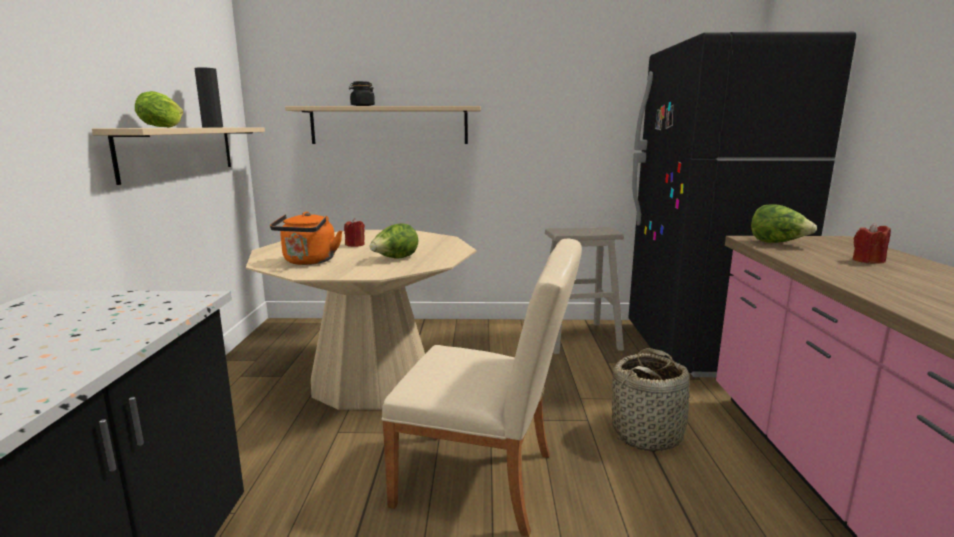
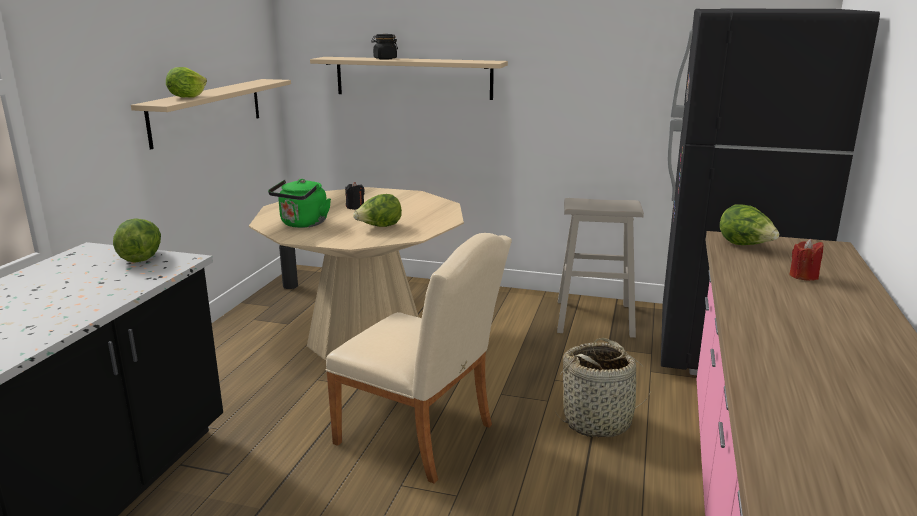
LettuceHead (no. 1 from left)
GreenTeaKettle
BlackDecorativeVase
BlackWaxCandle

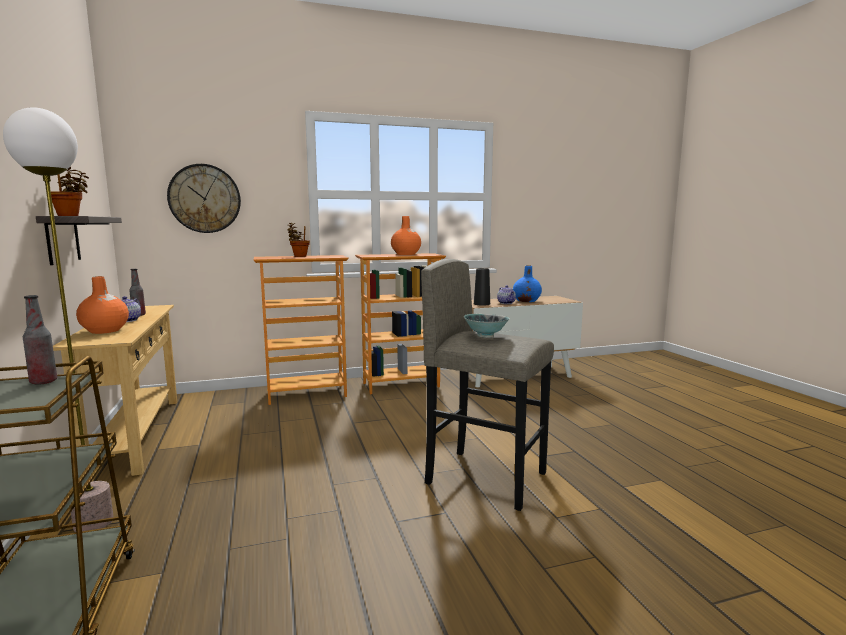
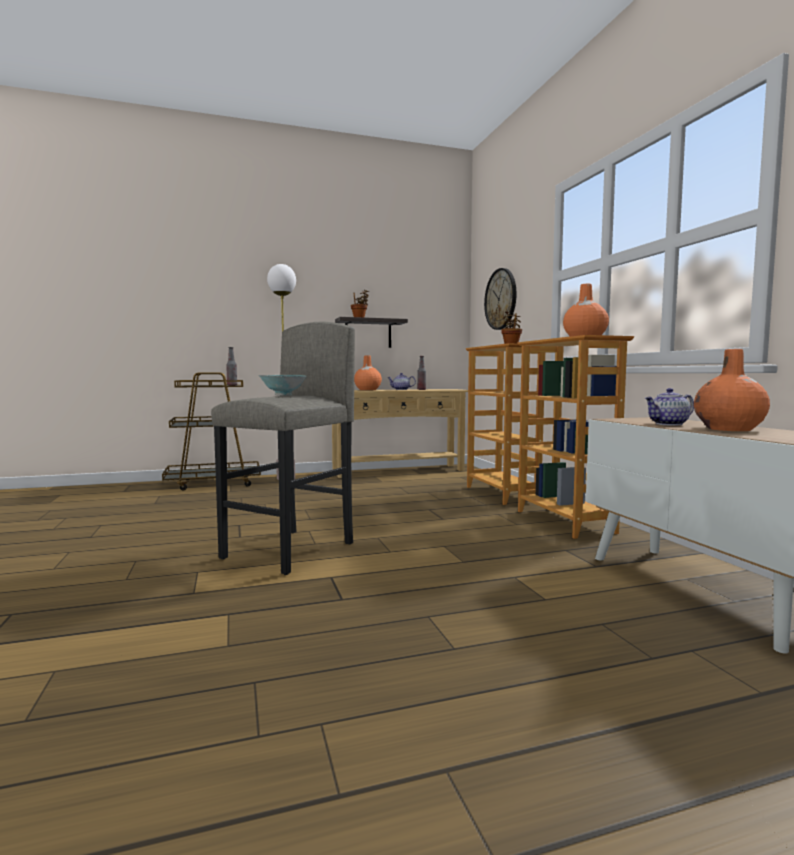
OrangeDecorativeVase (no. 3 from left)
BlackDecorativeVase

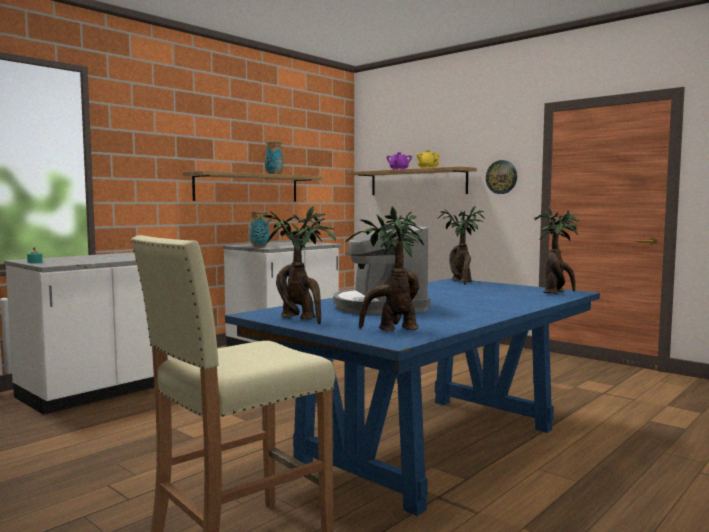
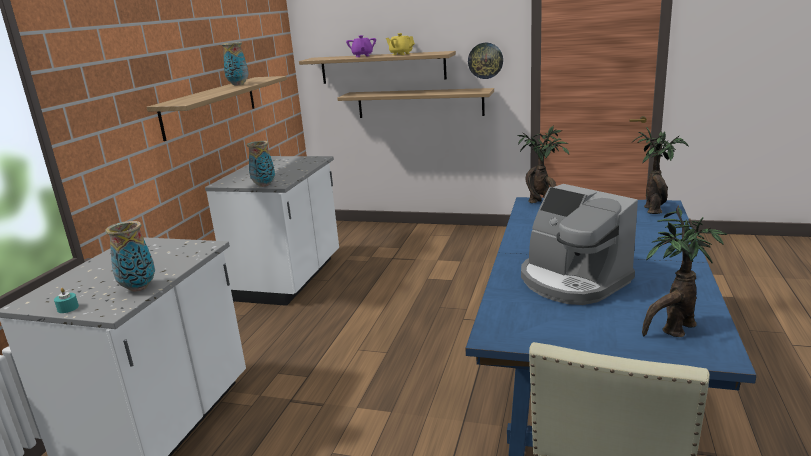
DecorativeVase (no. 1 from left)
Shelf (no. 3 from left)
PottedPlant (no. 1 from left in the first image)

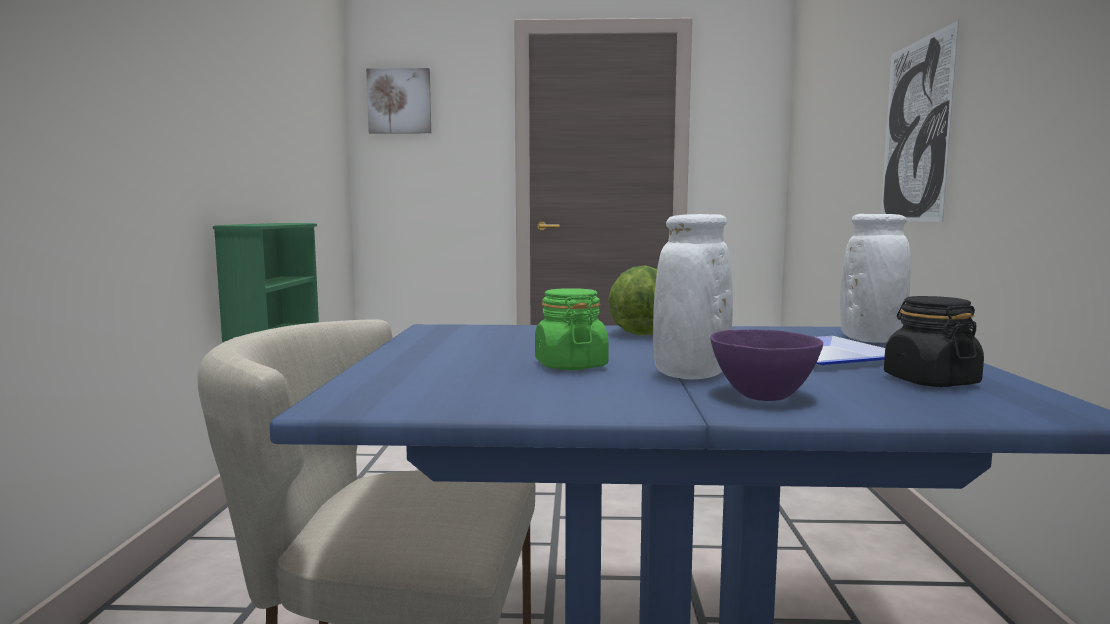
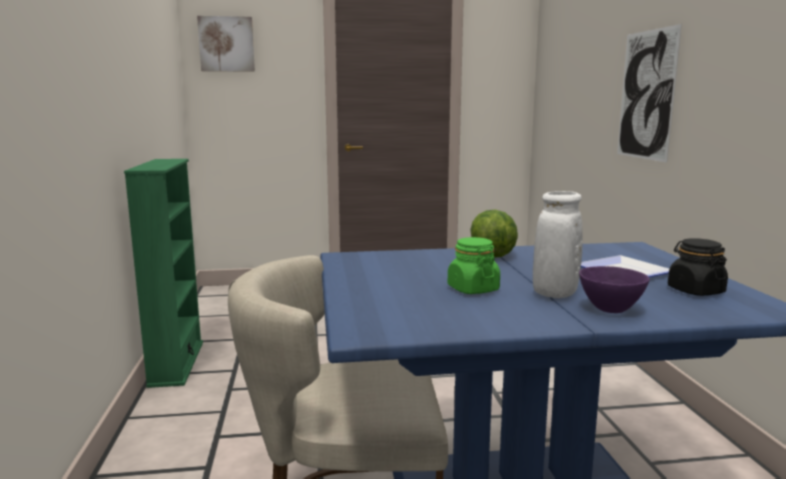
WhitishDecorativeVase (no. 2 from left in the first image)

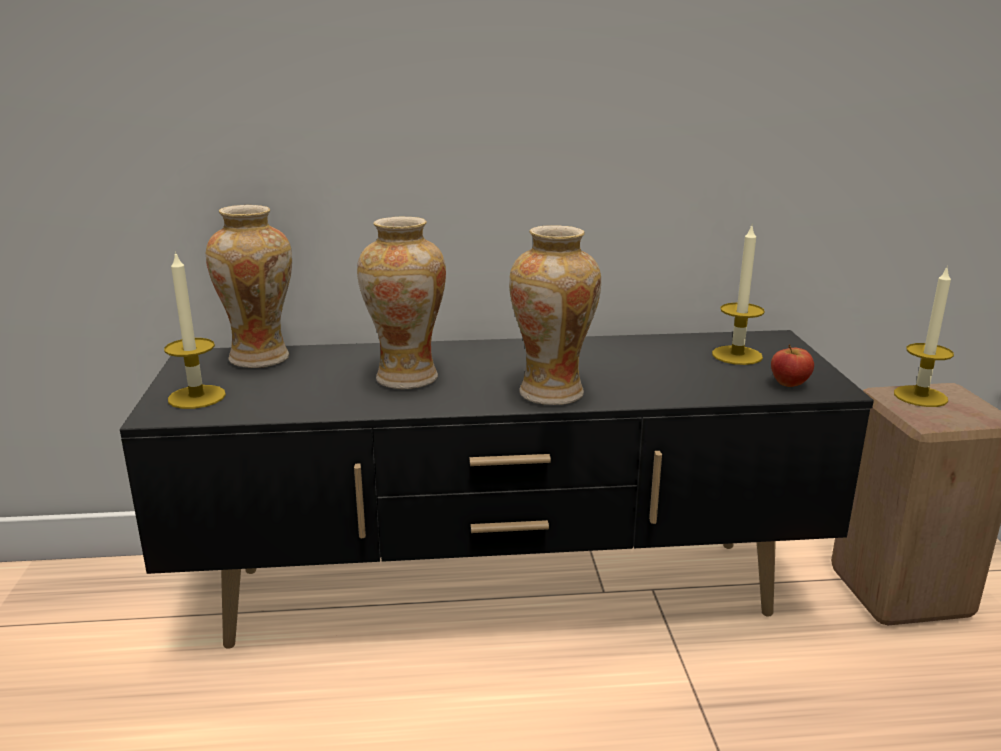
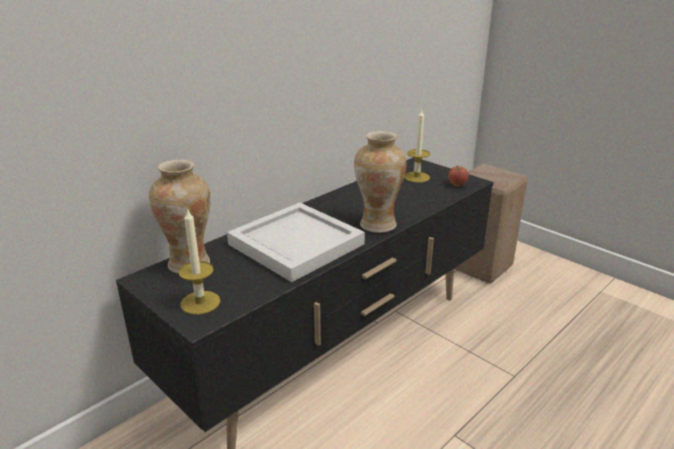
WhitishCarryingTray
WaxCandle (no. 3 from left in the first image)

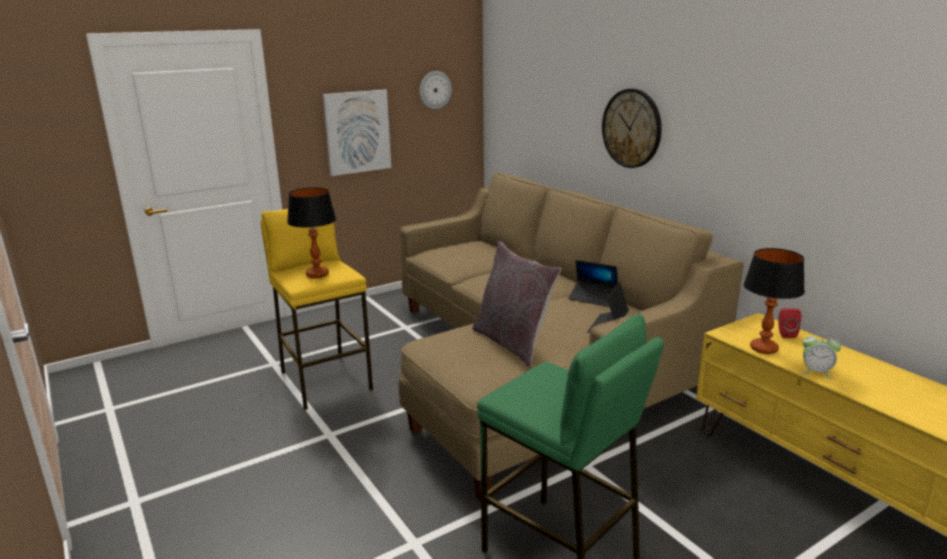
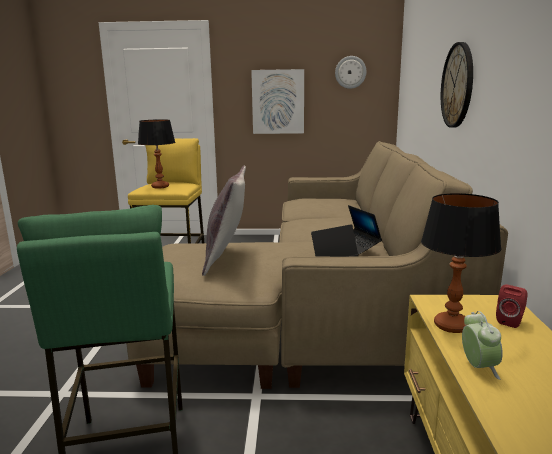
TableClock

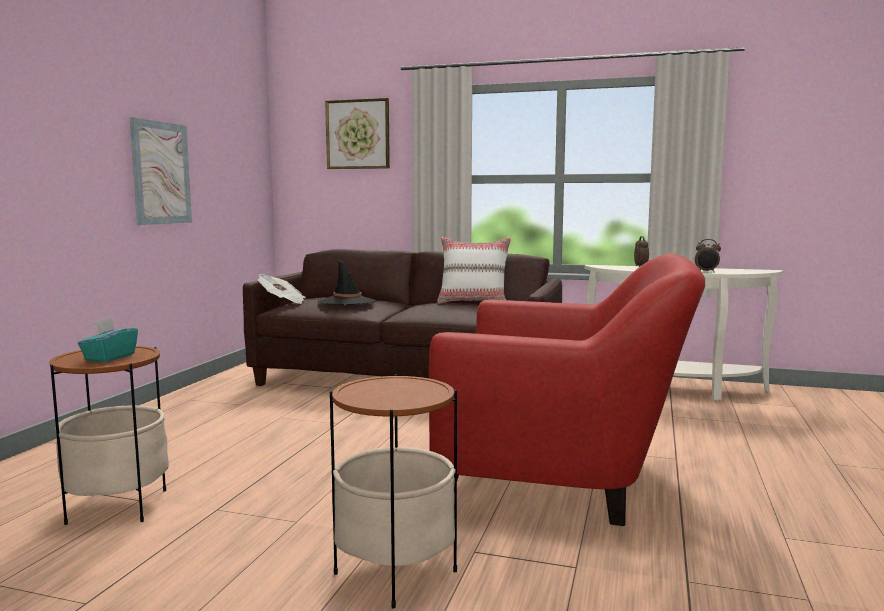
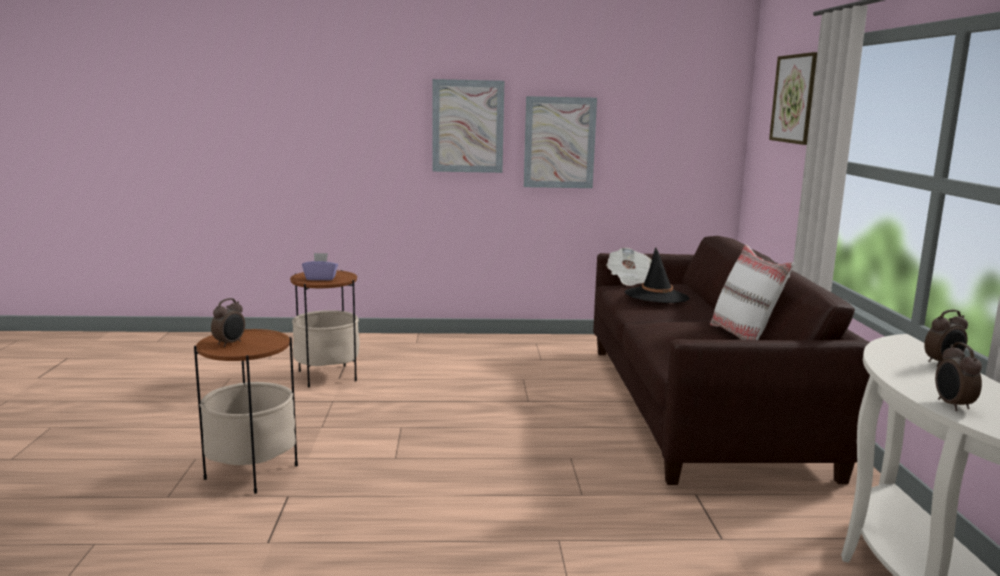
TableClock (no. 1 from left)
PurpleTissueHolder
WallArt (no. 1 from left)
RedLoungeChair

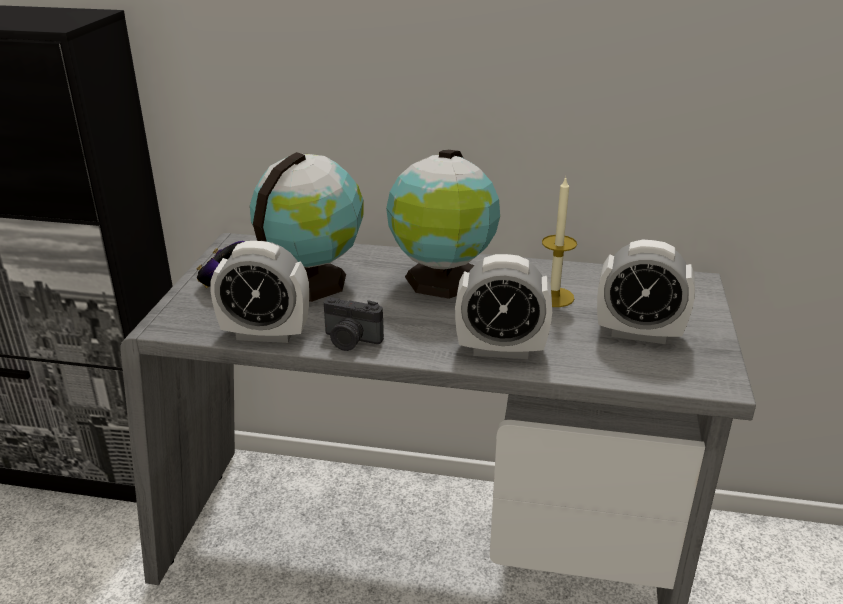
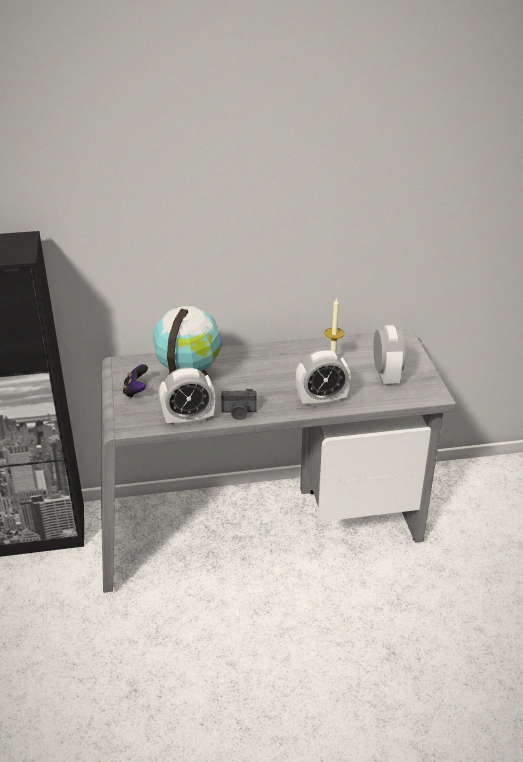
TableClock (no. 3 from left)
DeskGlobe (no. 2 from left in the first image)

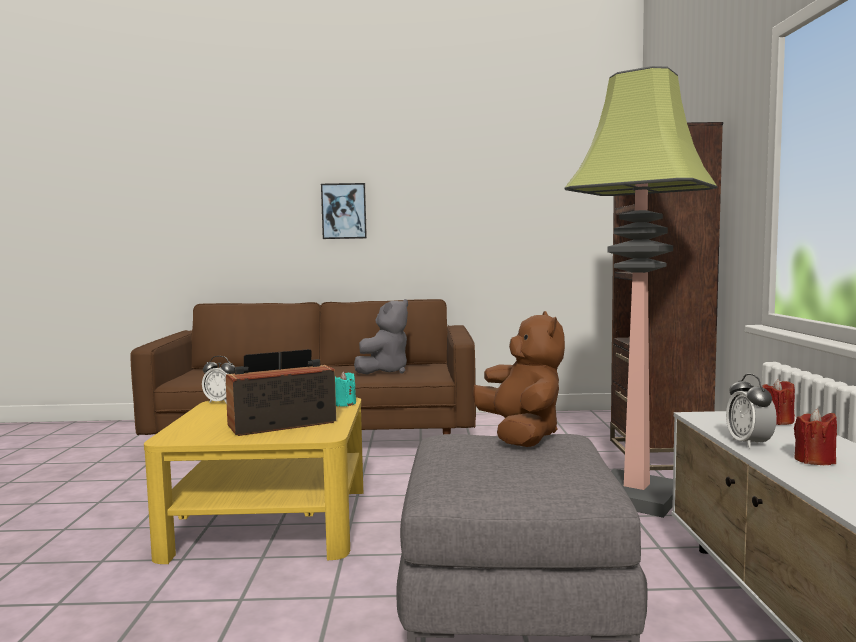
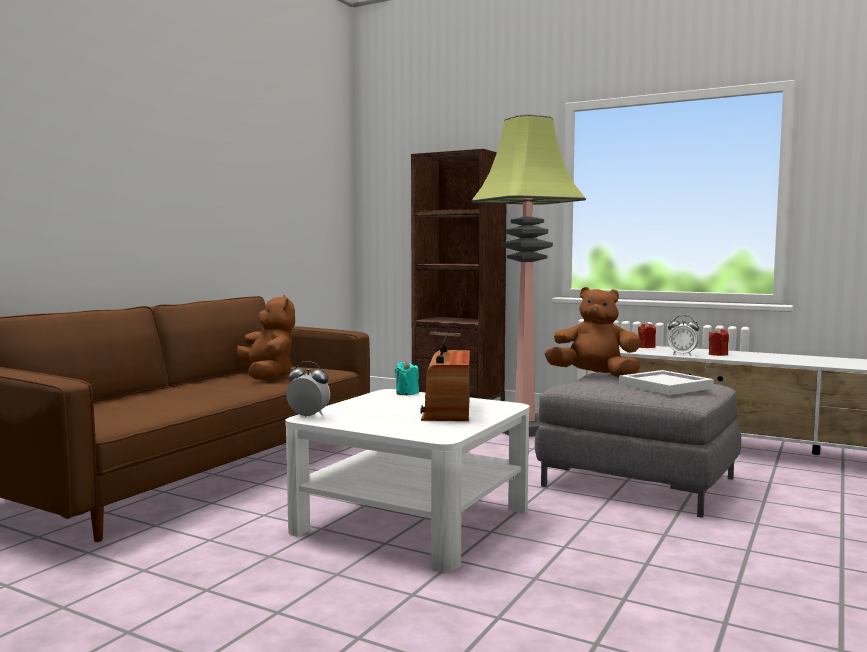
BrownPlushToy (no. 1 from left)
WhitishCoffeeTable
TableClock (no. 1 from left)
WhitishCarryingTray
WallArt

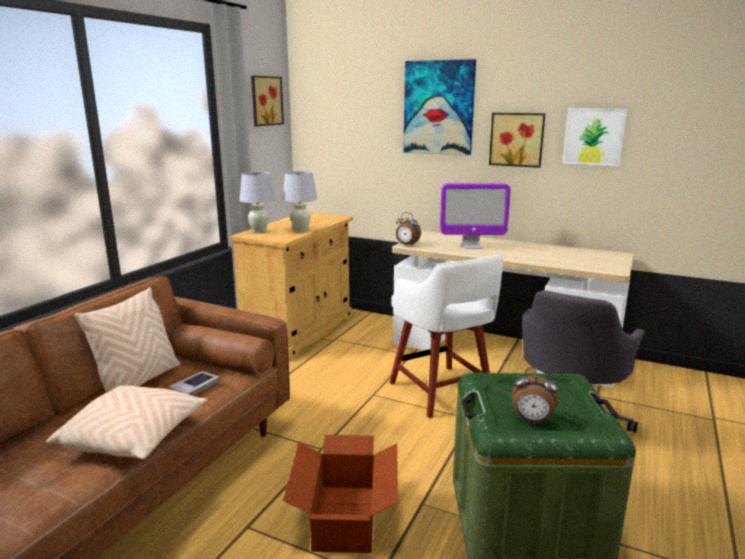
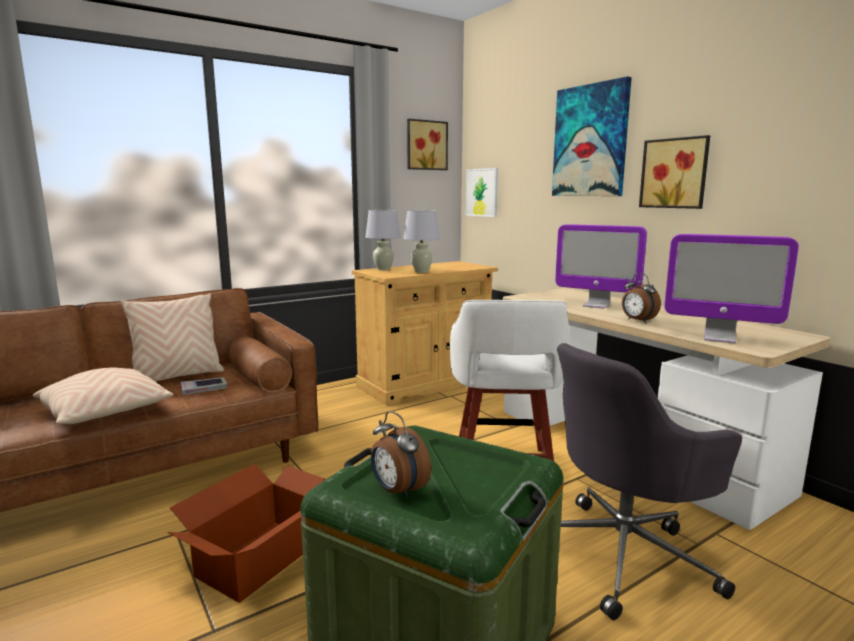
WallArt (no. 2 from left)
TableClock (no. 2 from left)
ComputerDisplay (no. 2 from left)

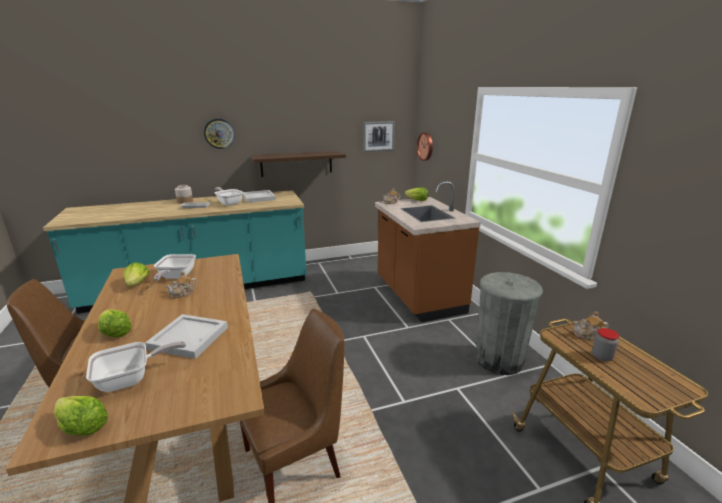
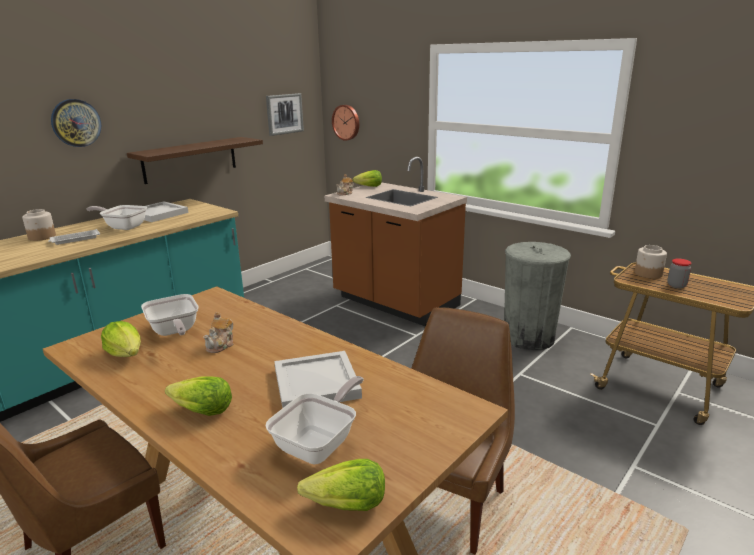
PreserveJar (no. 2 from left)

